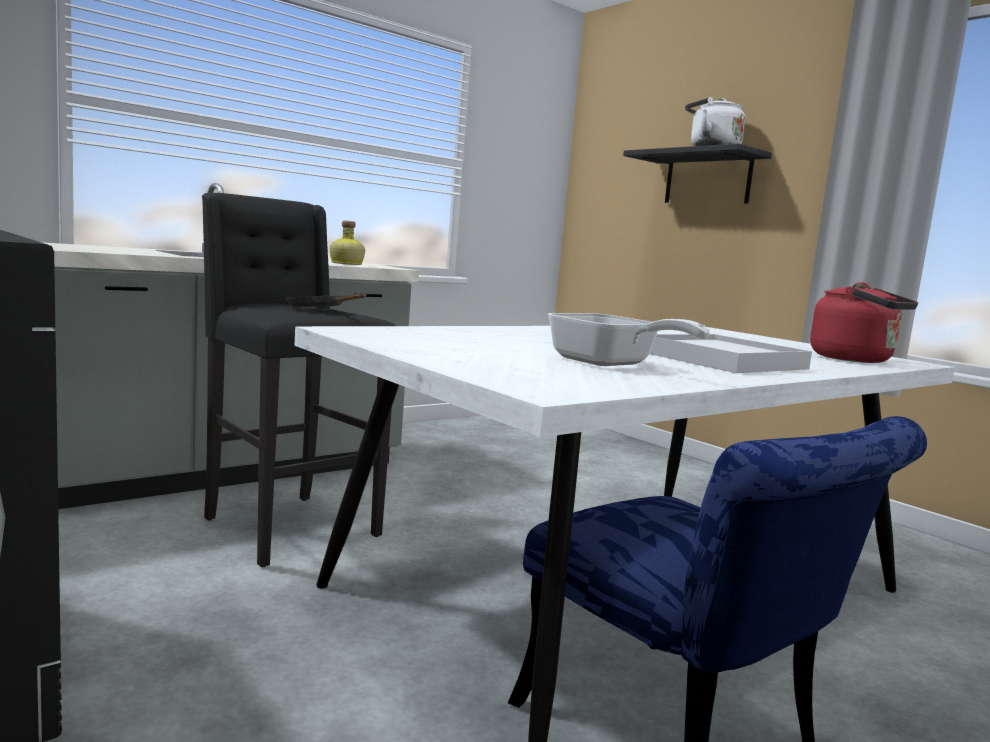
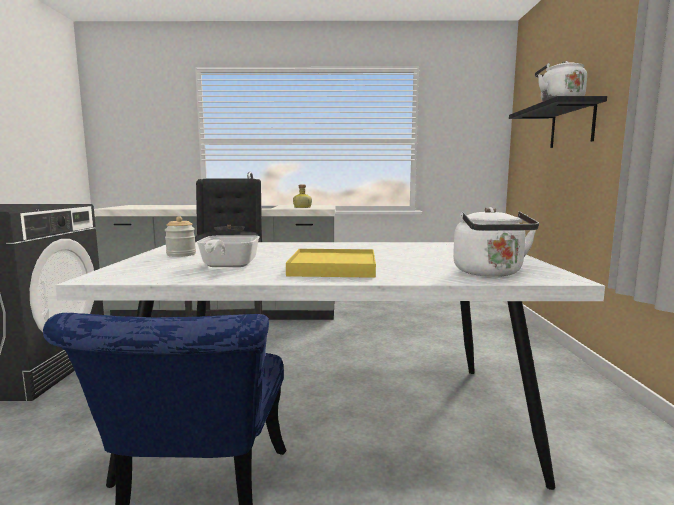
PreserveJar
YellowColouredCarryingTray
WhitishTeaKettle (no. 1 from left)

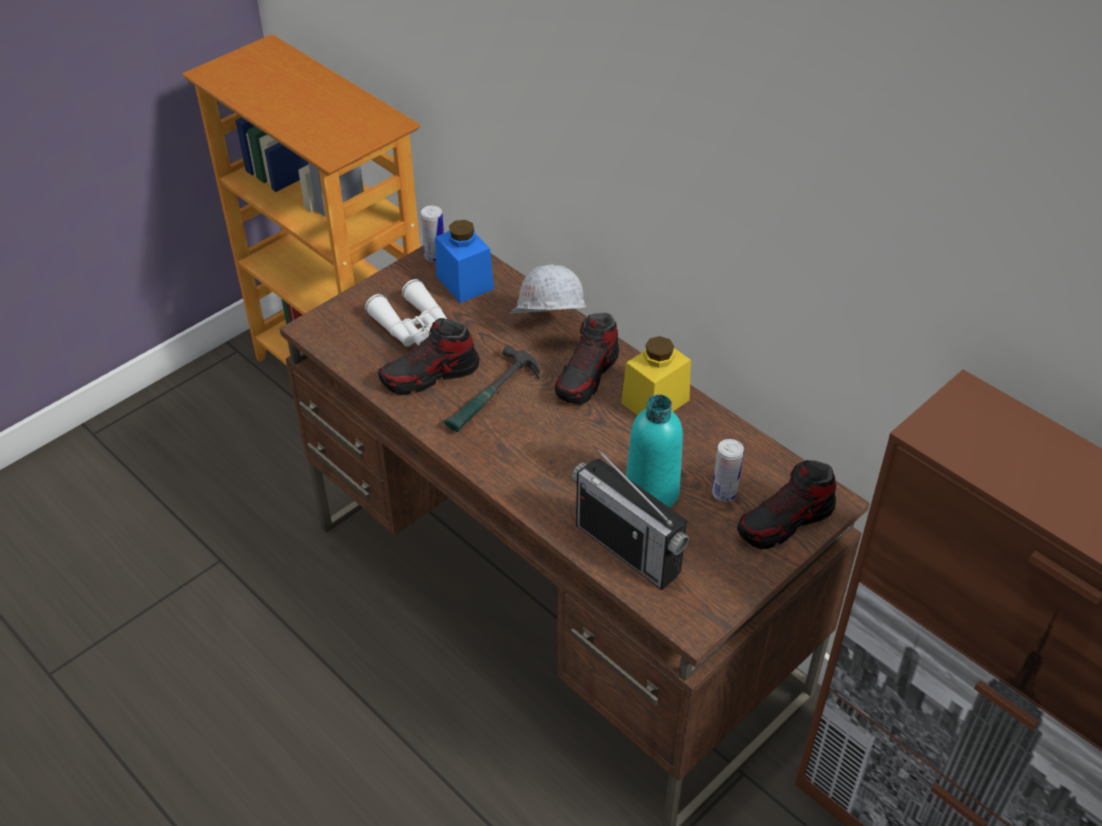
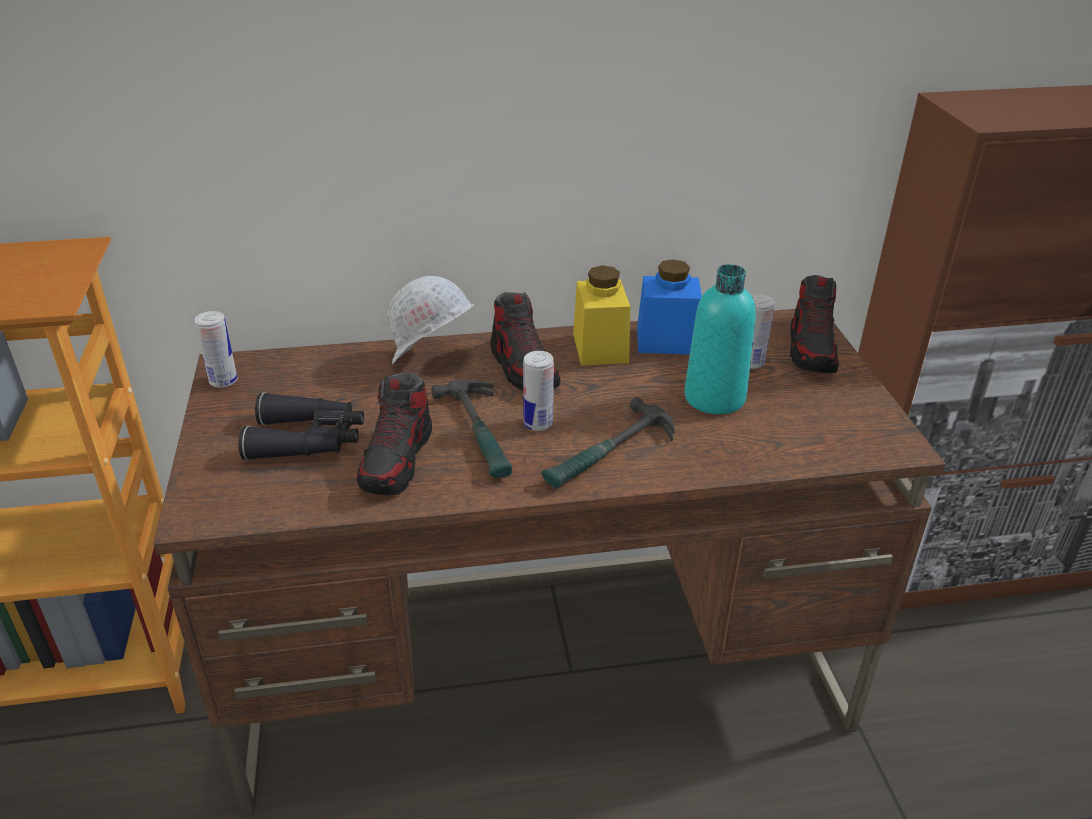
BlackFieldGlasses
Can (no. 2 from left)
ToolHammer (no. 2 from left)
BlueColouredPreserveJar
RadioSet

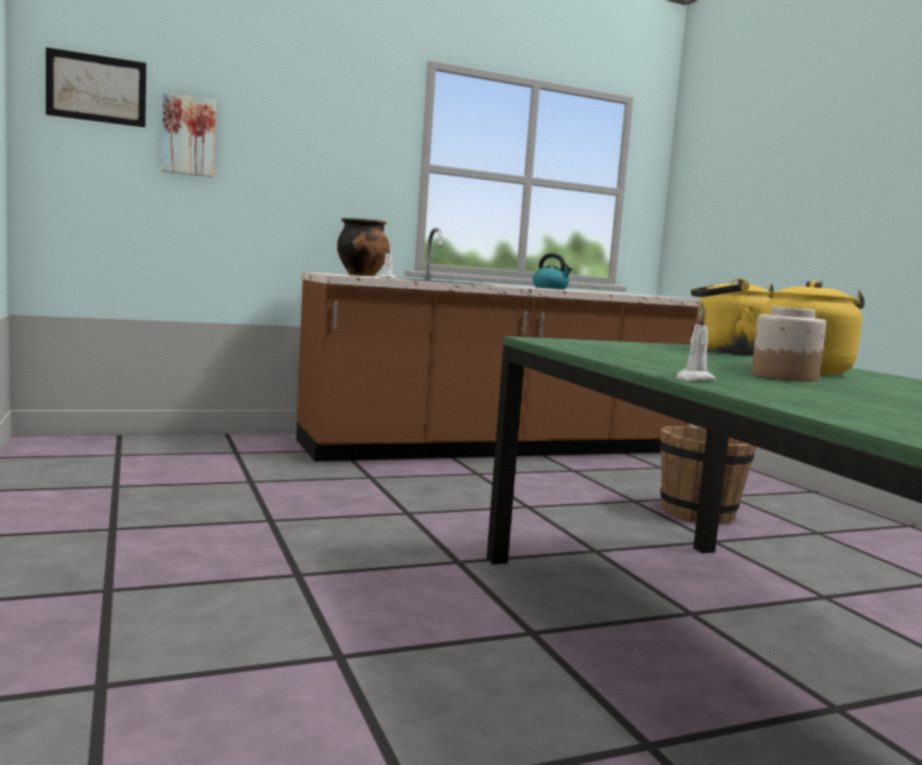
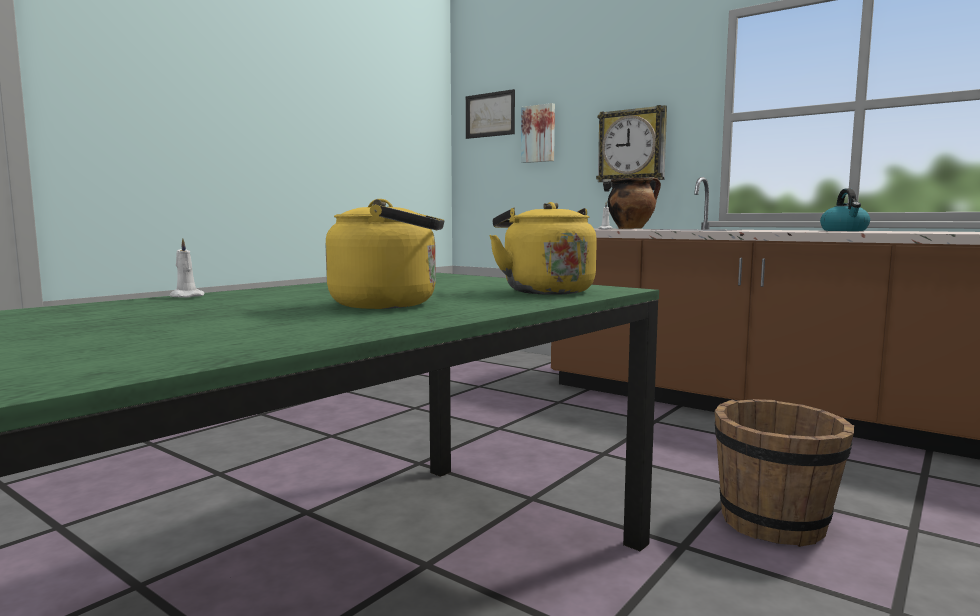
HangingClock
PreserveJar

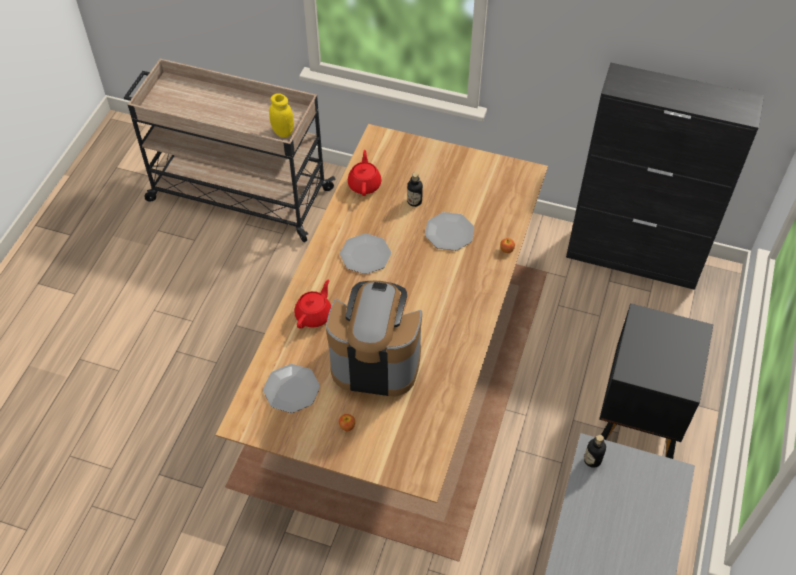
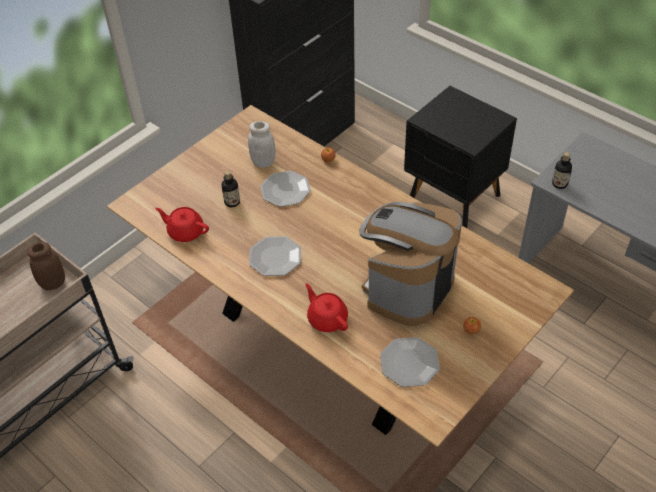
BrownPreserveJar
WhitishPreserveJar

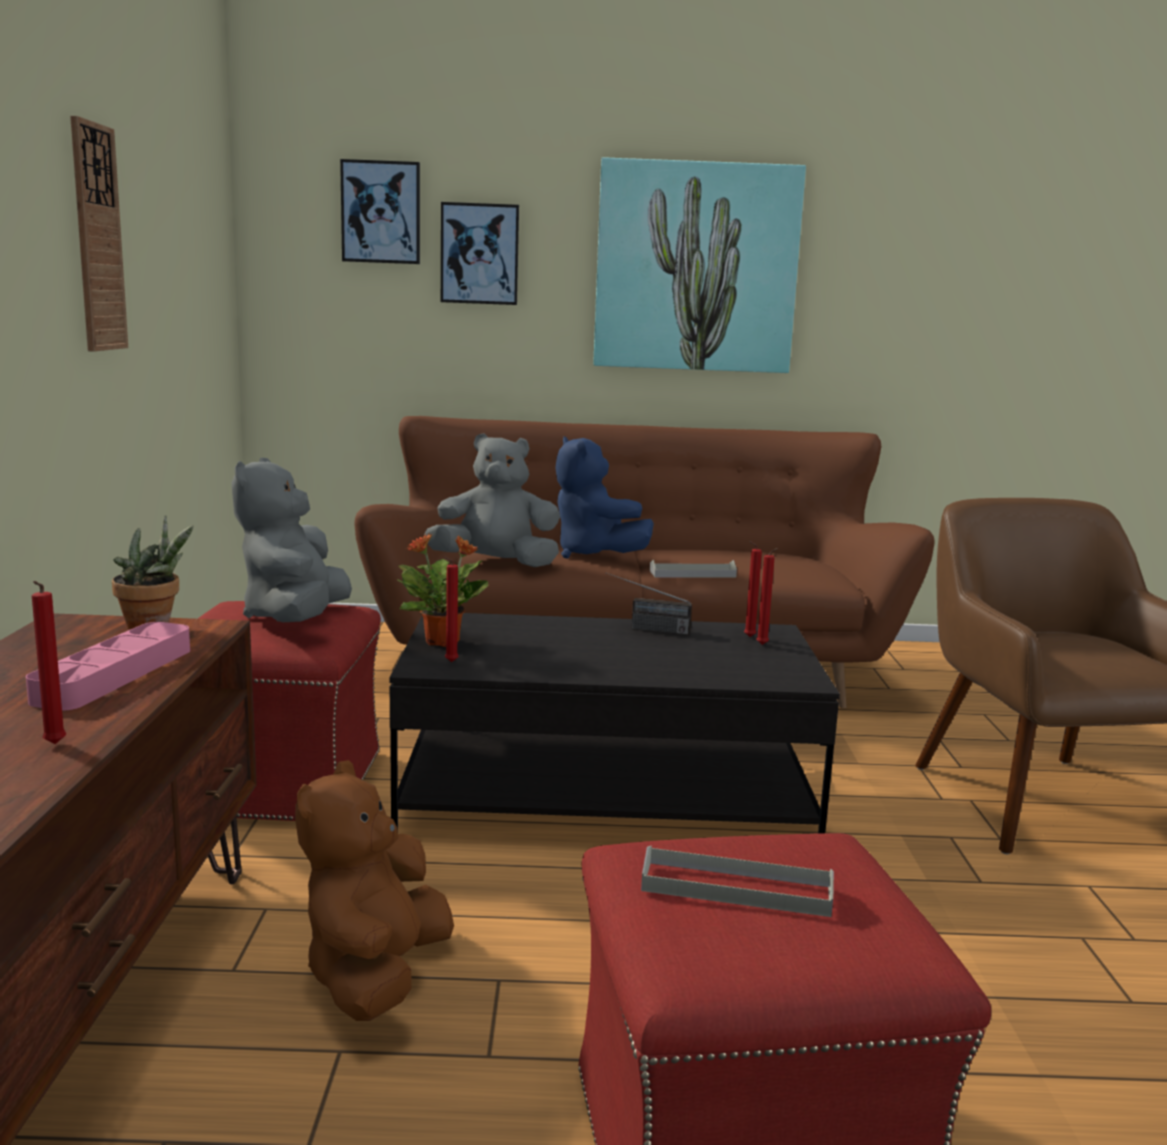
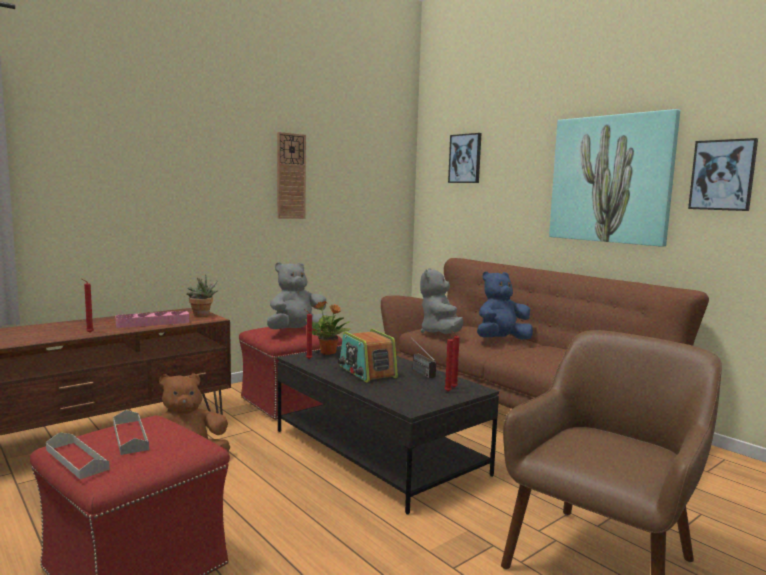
GreyCarryingTray (no. 1 from left)
RadioSet (no. 1 from left)
GreyPlushToy (no. 2 from left)
BlueColouredPlushToy
WallArt (no. 3 from left)

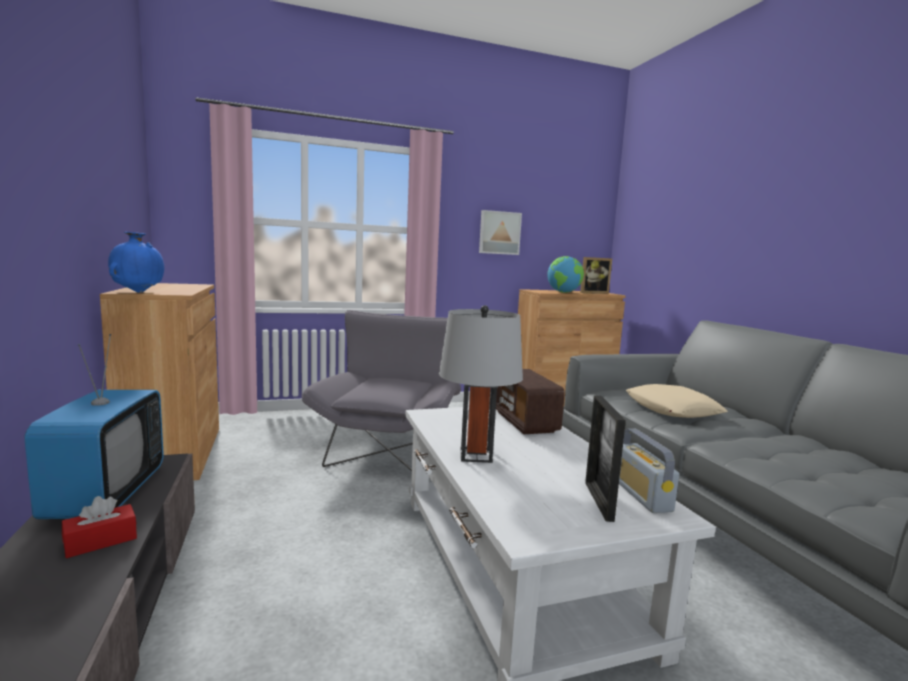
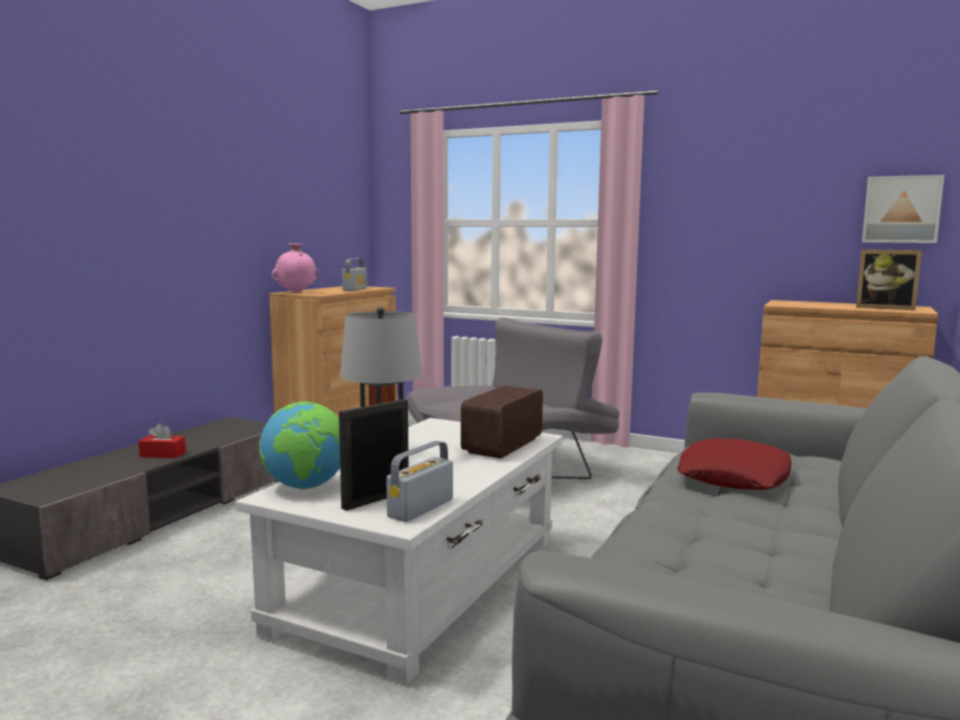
DeskGlobe
PinkDecorativeVase
RadioSet (no. 1 from left)
RedPillow
WallArt
Tv

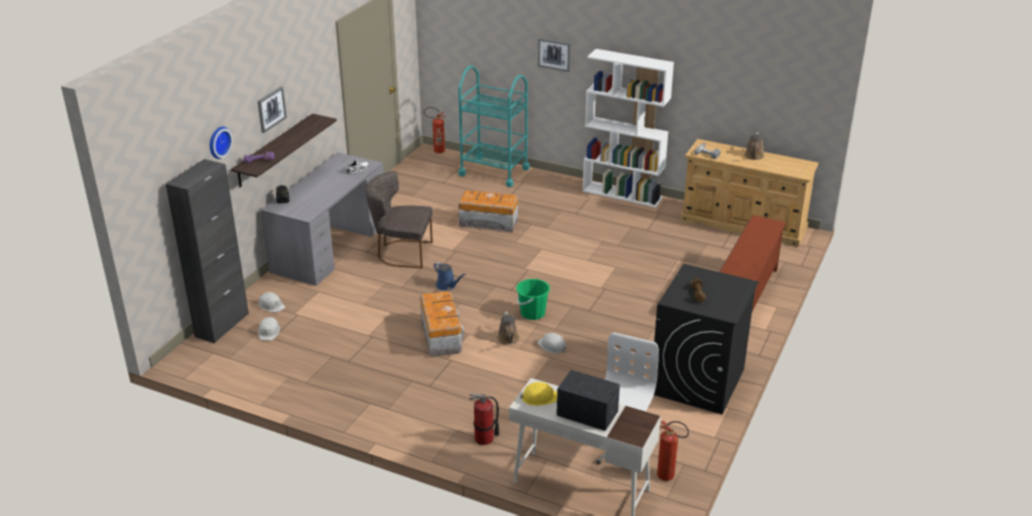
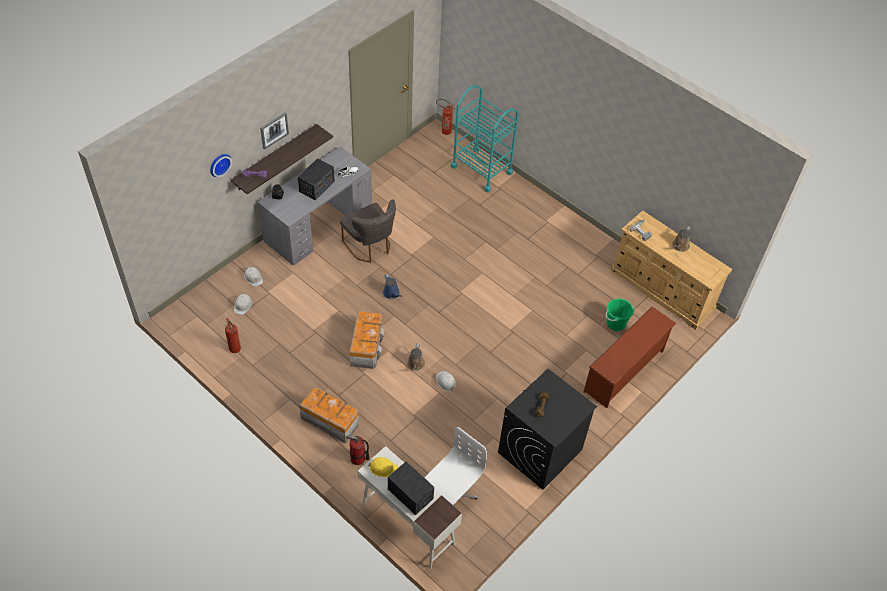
FireFightingCylinder (no. 1 from left)
RadioSet (no. 1 from left)
StorageBox (no. 1 from left)
GreyPlainChair
GreenBucket
BlackStorageCabinet
WallArt (no. 2 from left in the first image)
WhitishBookshelf

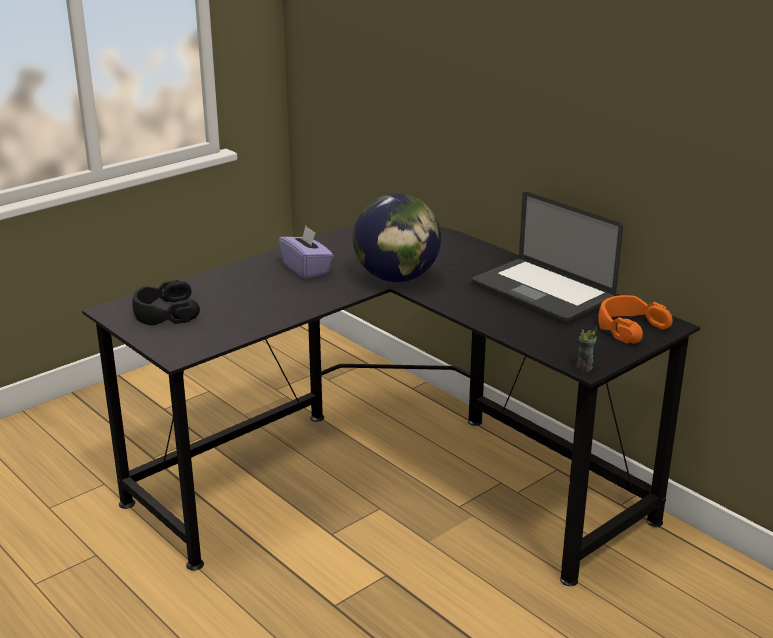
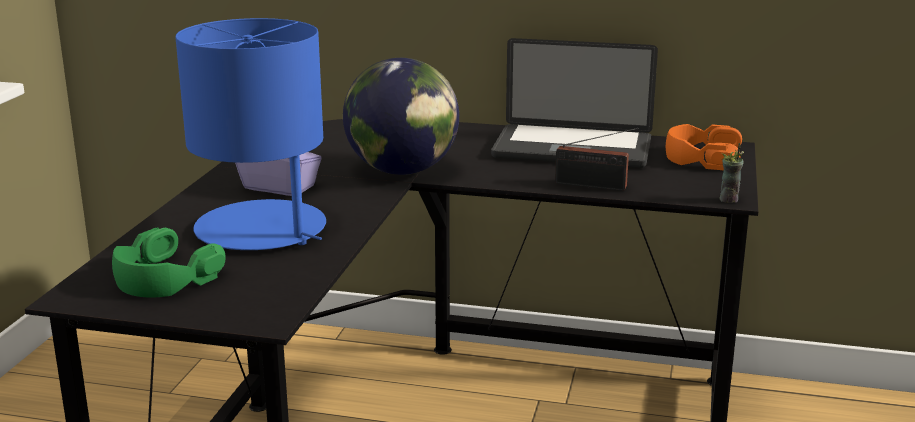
GreenHeadphones
BlueColouredLampForATable
RadioSet

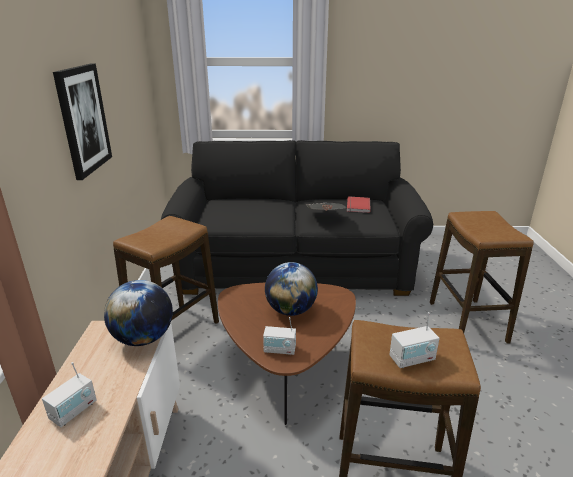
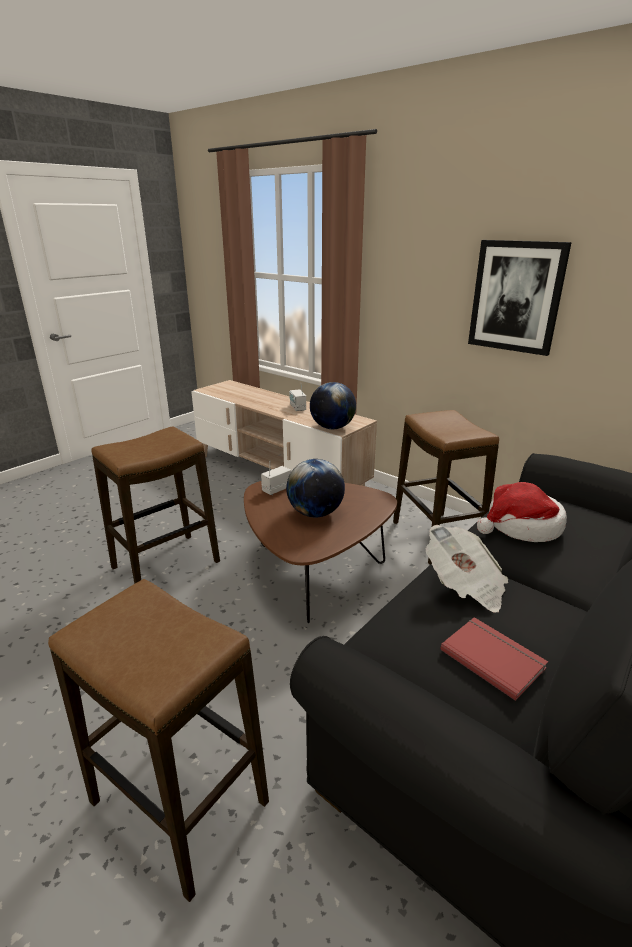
ClothingHat
RadioSet (no. 3 from left in the first image)

